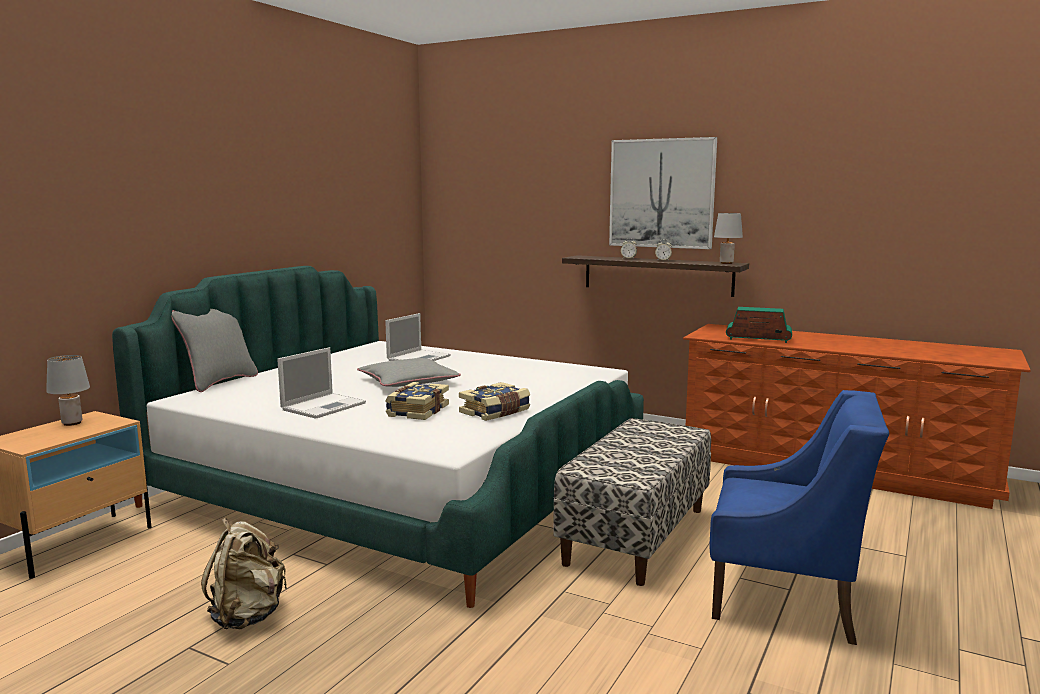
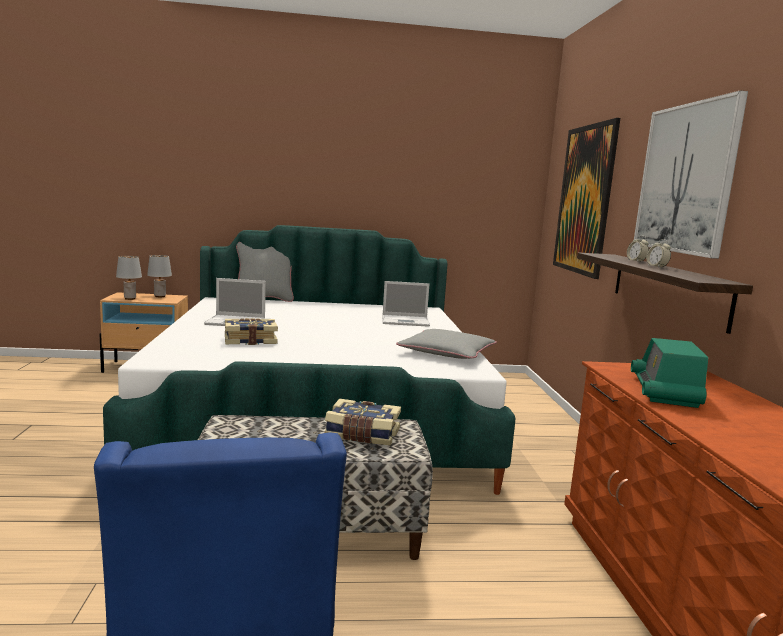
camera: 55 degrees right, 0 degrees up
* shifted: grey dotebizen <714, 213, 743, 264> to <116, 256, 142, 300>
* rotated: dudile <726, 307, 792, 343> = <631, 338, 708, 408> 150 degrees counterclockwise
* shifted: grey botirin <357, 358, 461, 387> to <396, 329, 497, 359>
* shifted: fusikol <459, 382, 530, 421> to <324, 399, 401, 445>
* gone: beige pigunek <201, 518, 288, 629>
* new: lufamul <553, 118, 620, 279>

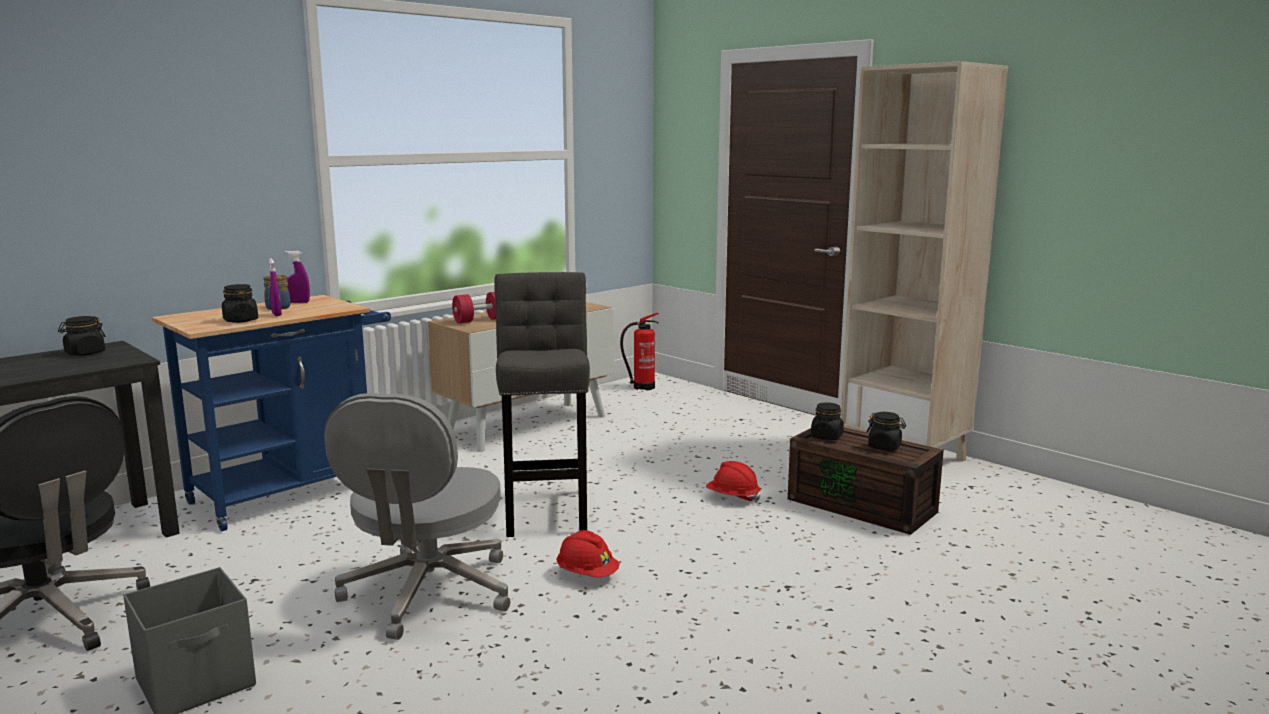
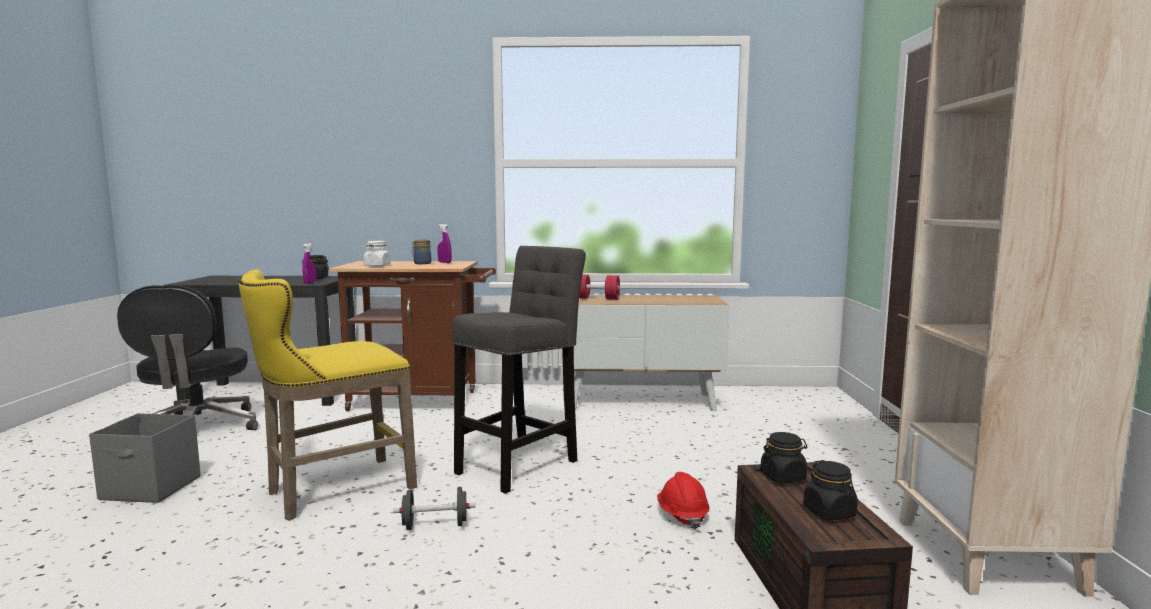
camera: 45 degrees right, 5 degrees down
* shifted: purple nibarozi <269, 258, 282, 316> to <302, 243, 317, 284>
* repainted: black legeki <222, 284, 258, 323> to white legeki <363, 241, 390, 267>
* repainted: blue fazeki <152, 295, 391, 531> to brown fazeki <329, 261, 496, 411>
* gone: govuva <620, 313, 659, 390>
* swapped: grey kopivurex <324, 393, 510, 640> to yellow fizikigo <239, 270, 417, 521>
* swapped: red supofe <556, 530, 620, 577> to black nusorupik <393, 487, 476, 530>

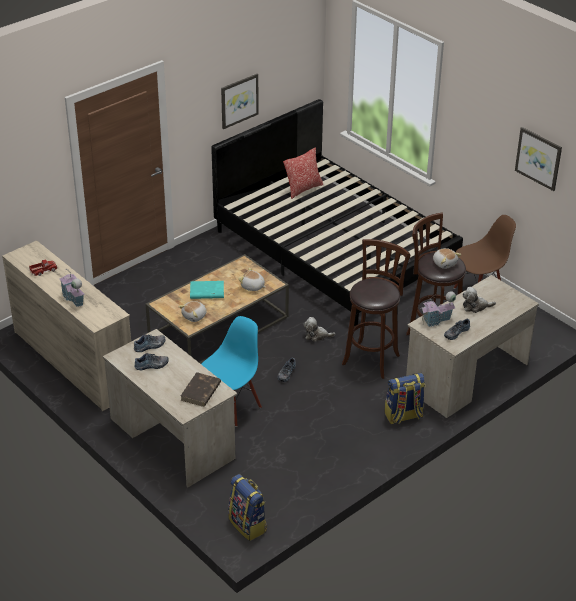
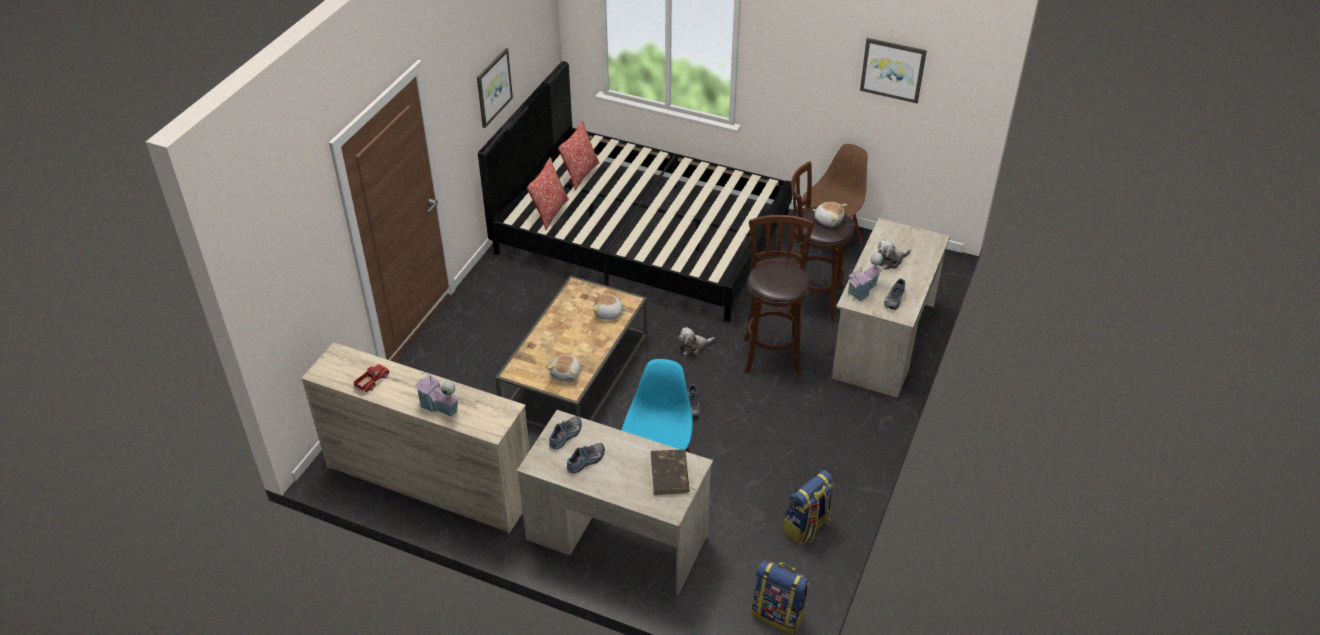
camera: 25 degrees left, 5 degrees up
* gone: turquoise fusikol <190, 281, 224, 299>
* shifted: pigunek <385, 373, 425, 424> to <783, 470, 834, 545>
* new: botirin <527, 157, 569, 230>

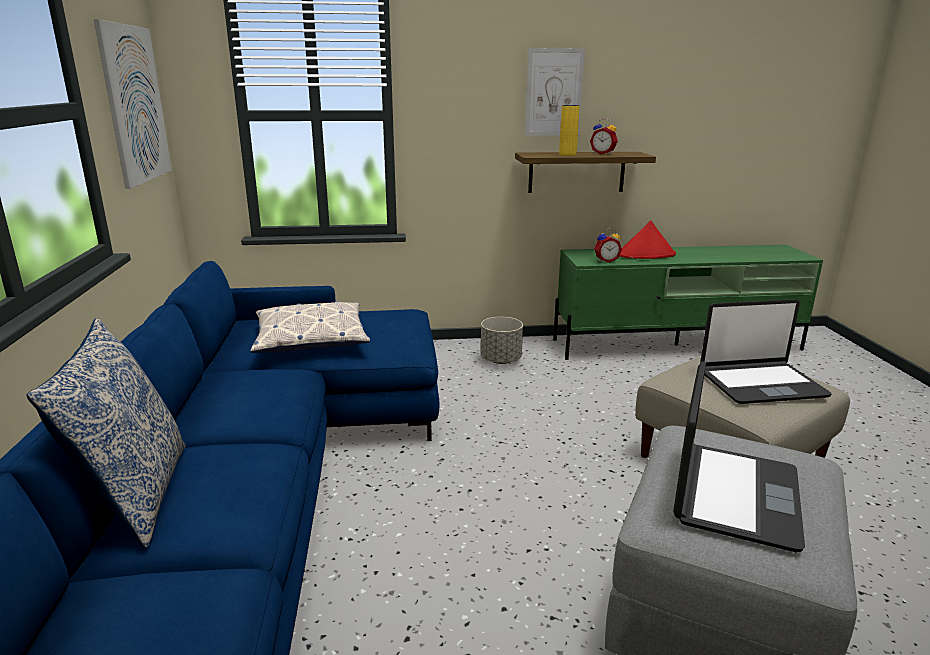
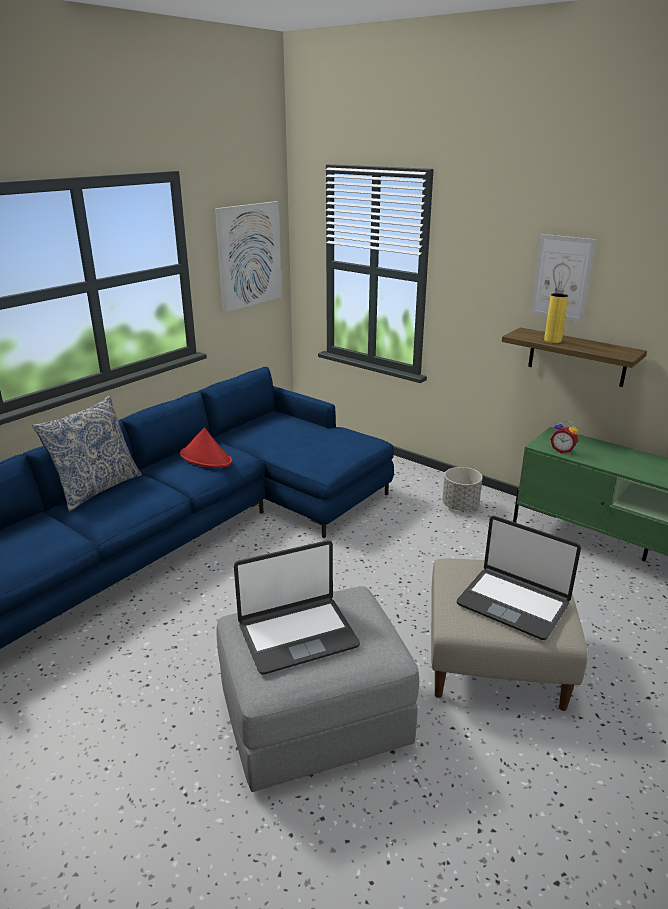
camera: 45 degrees right, 5 degrees up
* gone: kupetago <590, 118, 618, 155>
* shifted: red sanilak <619, 221, 676, 259> to <180, 428, 232, 468>
* gone: botirin <250, 301, 370, 353>

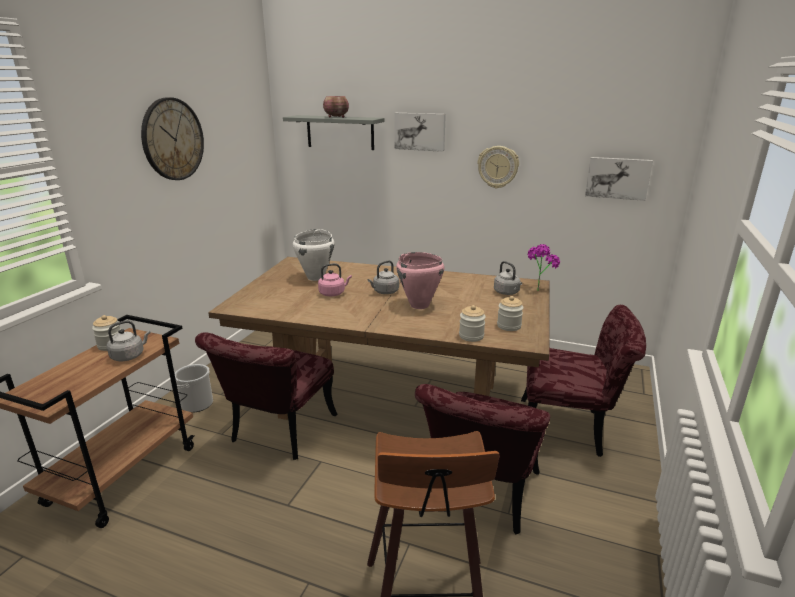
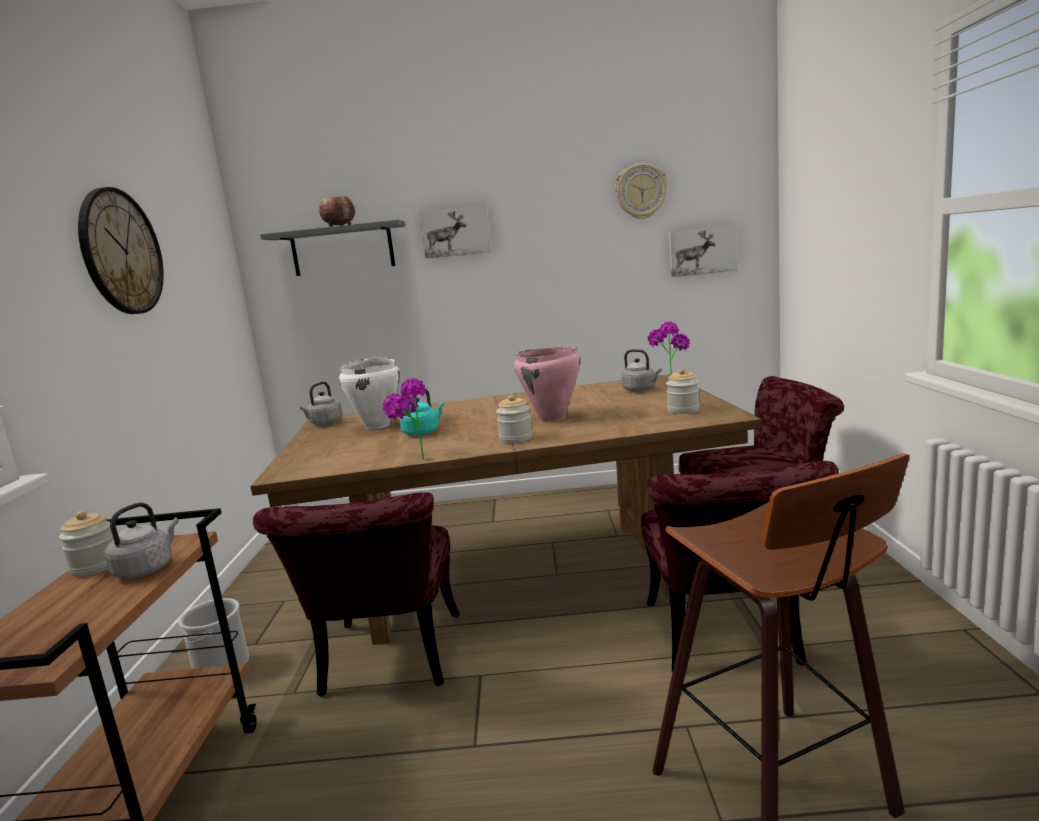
camera: 20 degrees left, 10 degrees down
* shifted: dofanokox <477, 146, 519, 189> to <615, 163, 668, 219>
* shifted: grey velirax <368, 260, 399, 294> to <300, 382, 343, 425>
* repainted: pink velirax <318, 263, 352, 296> to turquoise velirax <399, 388, 444, 436>
* shifted: legeki <459, 305, 486, 342> to <496, 394, 532, 443>
* new: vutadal <383, 378, 426, 459>

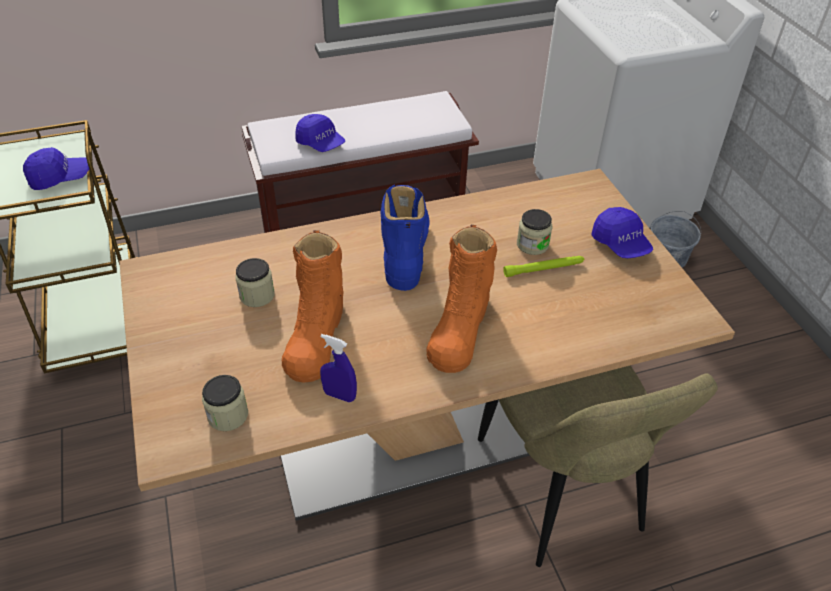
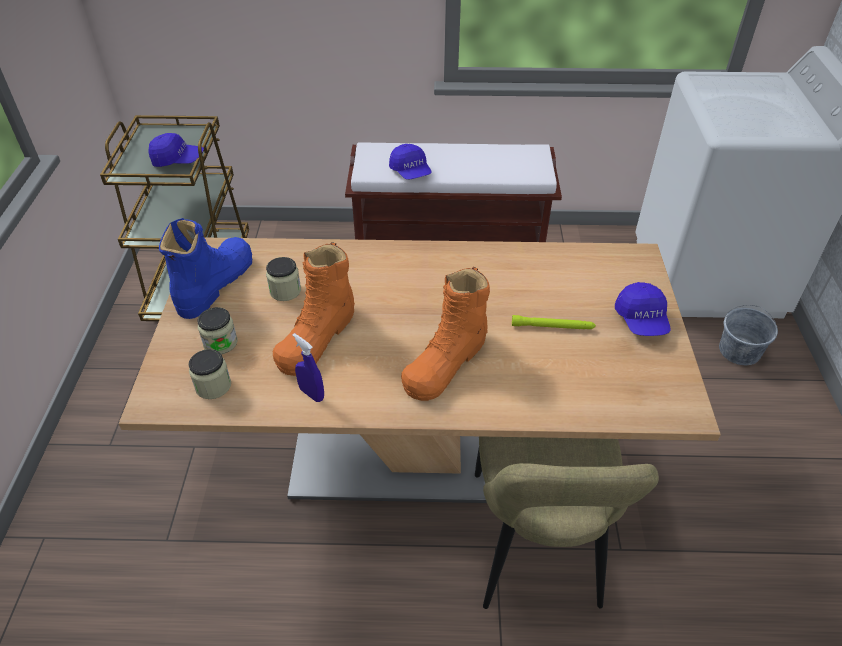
camera: 20 degrees right, 0 degrees up
* shifted: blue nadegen <380, 185, 430, 291> to <159, 218, 252, 319>
* shifted: legeki <517, 209, 552, 255> to <198, 307, 237, 354>

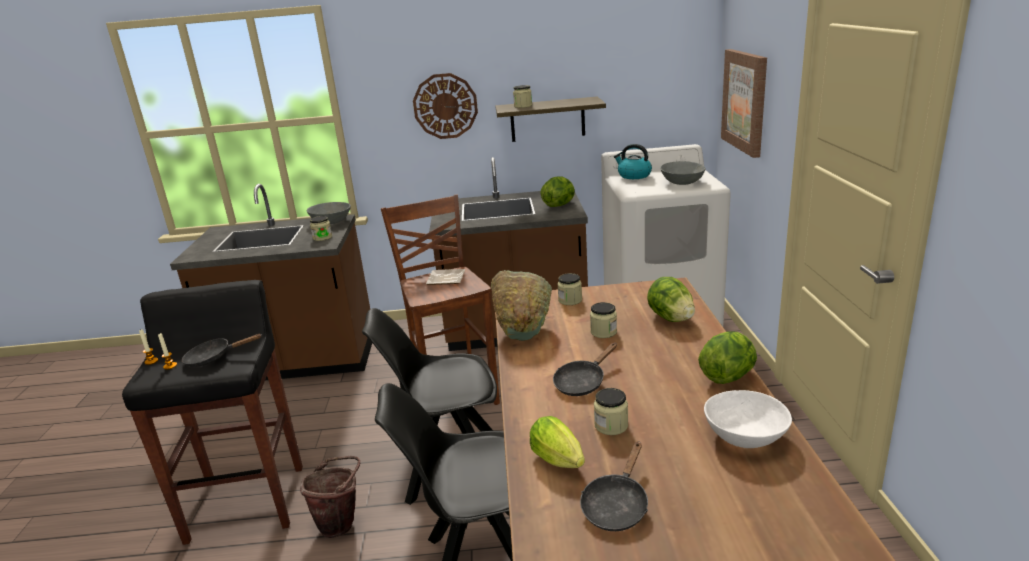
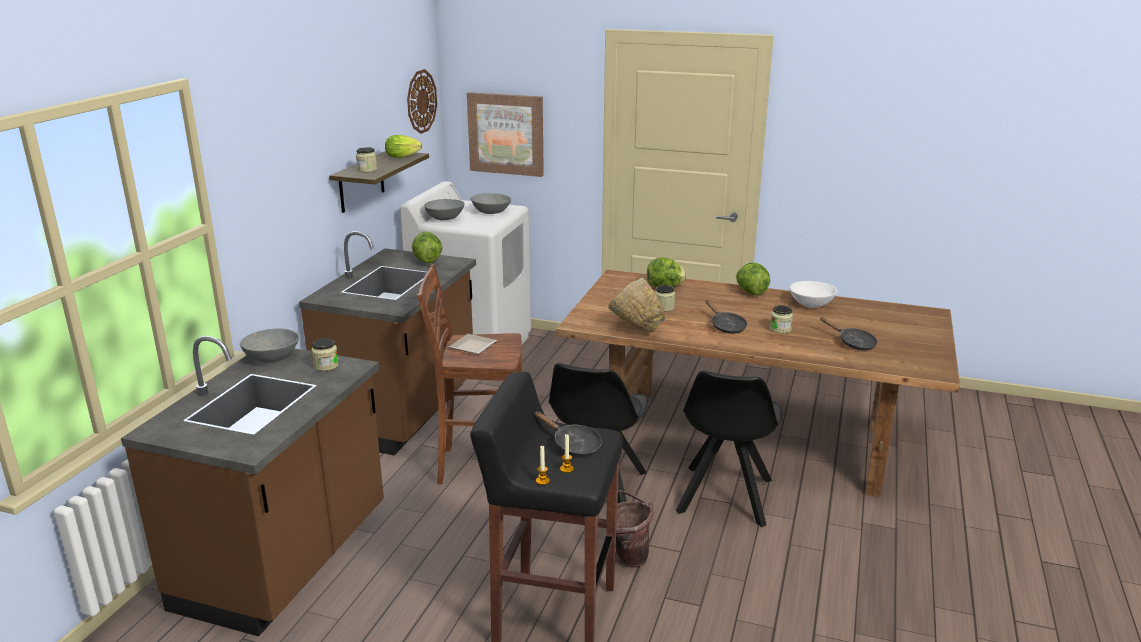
camera: 70 degrees left, 0 degrees up
* shifted: dofanokox <413, 73, 478, 139> to <407, 69, 437, 134>
* swapped: velirax <614, 144, 652, 179> to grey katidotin <424, 199, 465, 220>
* gone: legeki <557, 273, 582, 305>
* rotated: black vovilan <182, 334, 261, 367> = <534, 412, 602, 456> 60 degrees counterclockwise
* shifted: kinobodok <530, 416, 585, 468> to <385, 135, 422, 158>

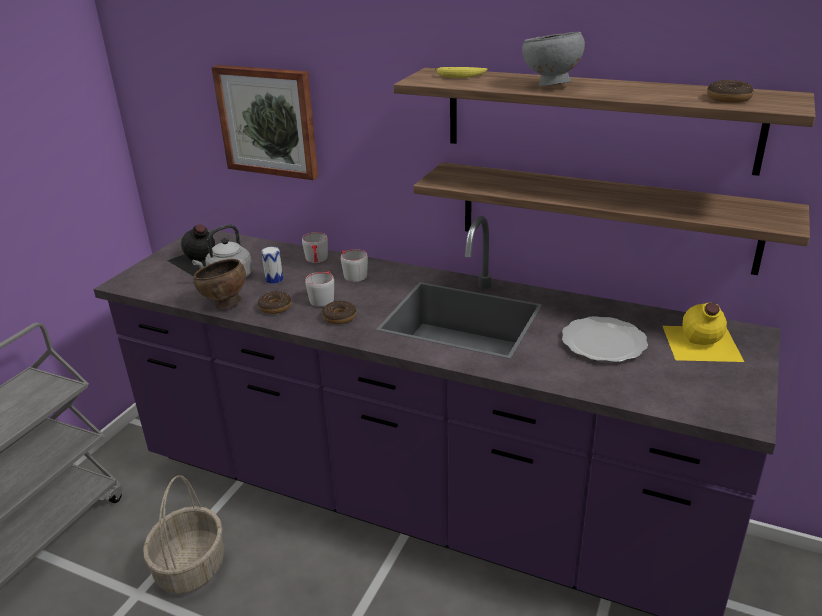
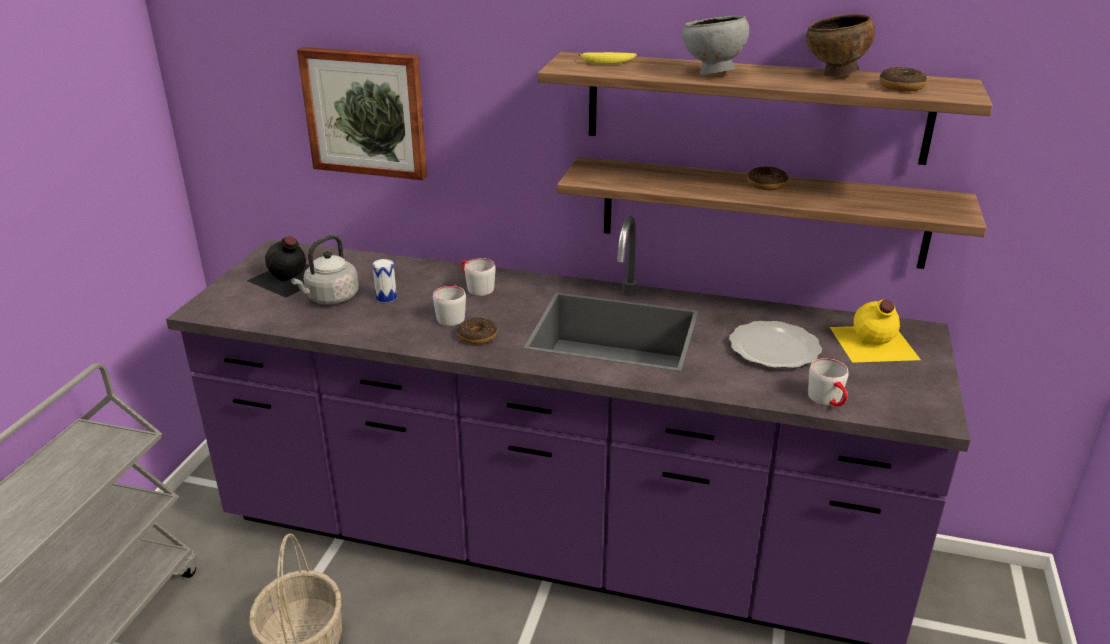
camera: 10 degrees left, 0 degrees up
* shifted: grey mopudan <302, 232, 328, 263> to <808, 358, 848, 406>
* shifted: brown katidotin <194, 259, 246, 309> to <806, 14, 875, 77>
* shifted: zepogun <258, 291, 292, 314> to <747, 166, 788, 190>

